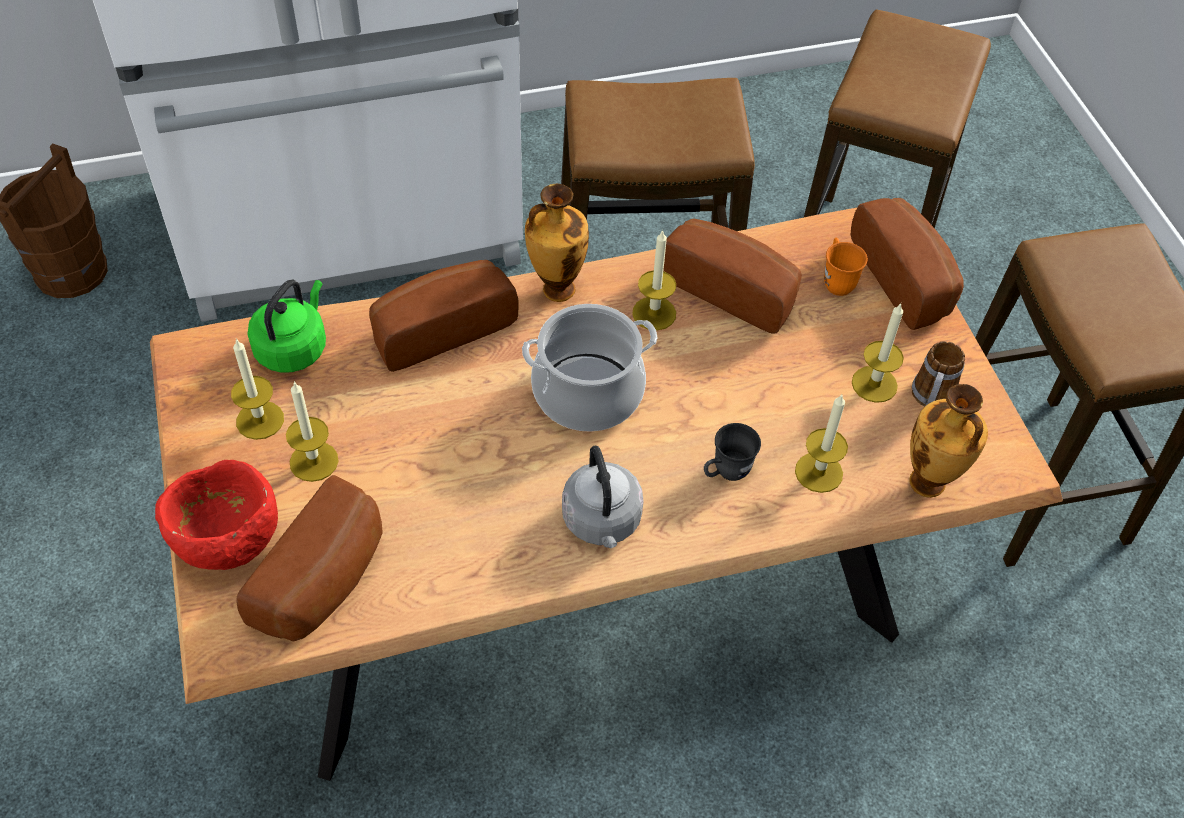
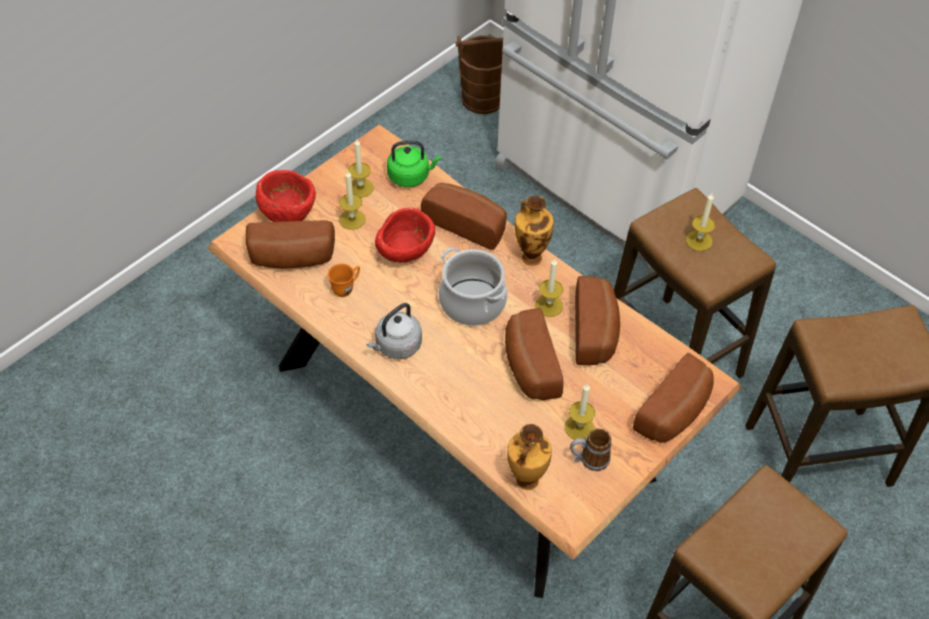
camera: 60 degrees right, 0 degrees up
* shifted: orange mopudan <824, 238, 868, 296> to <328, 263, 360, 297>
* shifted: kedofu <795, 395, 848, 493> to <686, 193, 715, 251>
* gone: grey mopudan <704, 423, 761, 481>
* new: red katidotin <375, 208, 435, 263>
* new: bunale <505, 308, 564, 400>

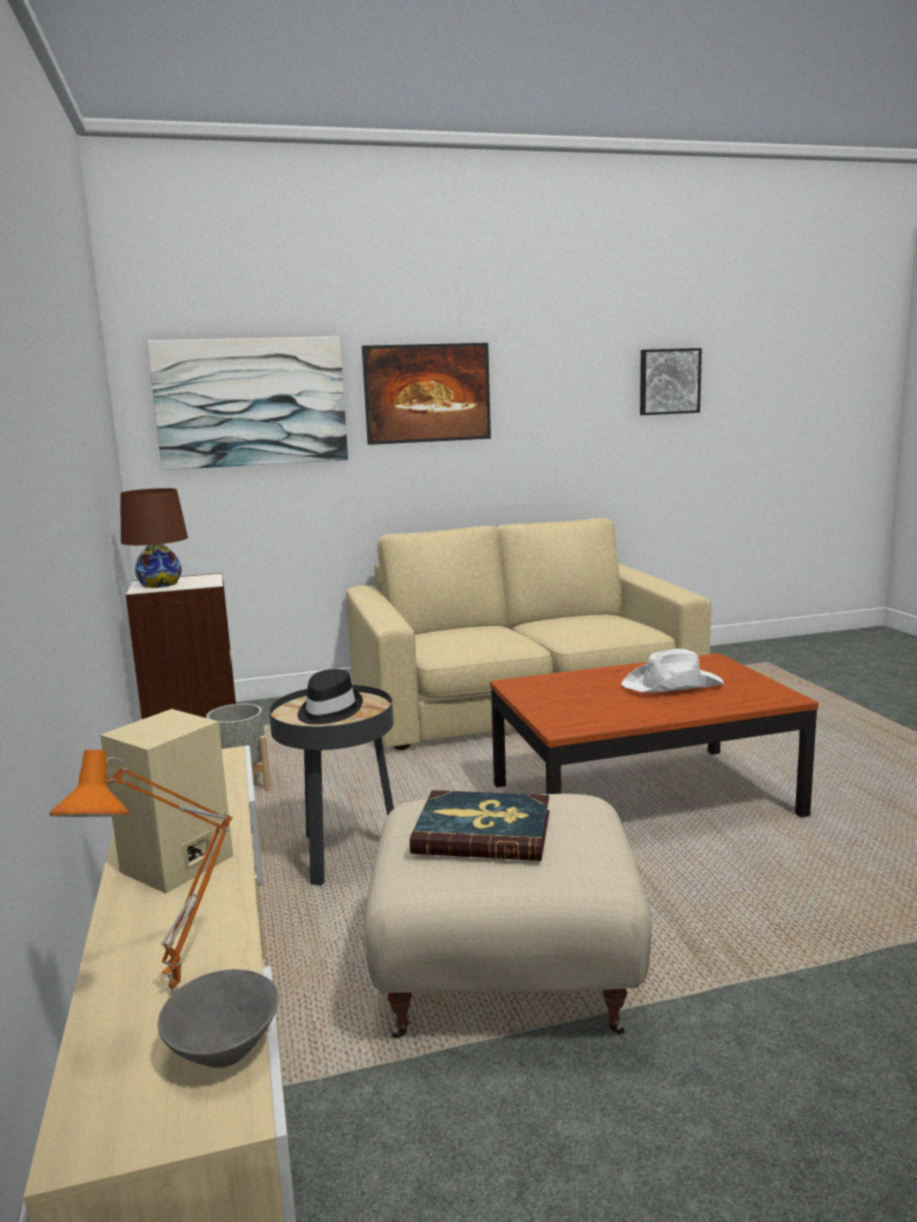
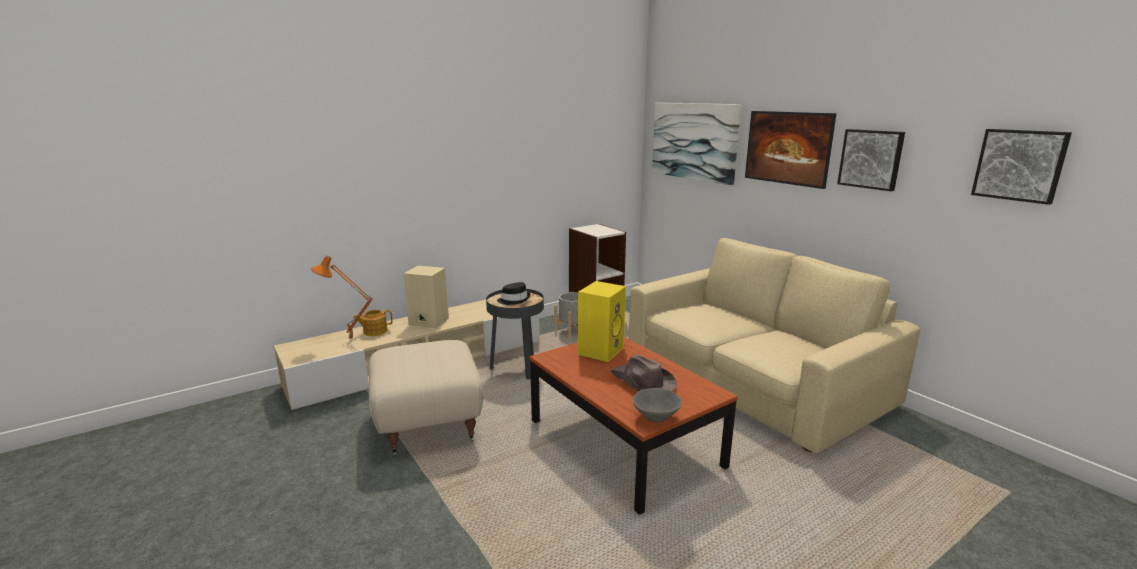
camera: 70 degrees right, 5 degrees up
* gone: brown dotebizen <120, 488, 188, 588>
* repainted: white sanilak <621, 649, 724, 693> to brown sanilak <610, 355, 677, 392>
* gone: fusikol <410, 790, 550, 861>
* shifted: grey katidotin <158, 969, 279, 1068> to <633, 388, 682, 423>
* new: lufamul <837, 129, 905, 191>
* new: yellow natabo <578, 281, 626, 362>
* new: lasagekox <353, 310, 393, 336>

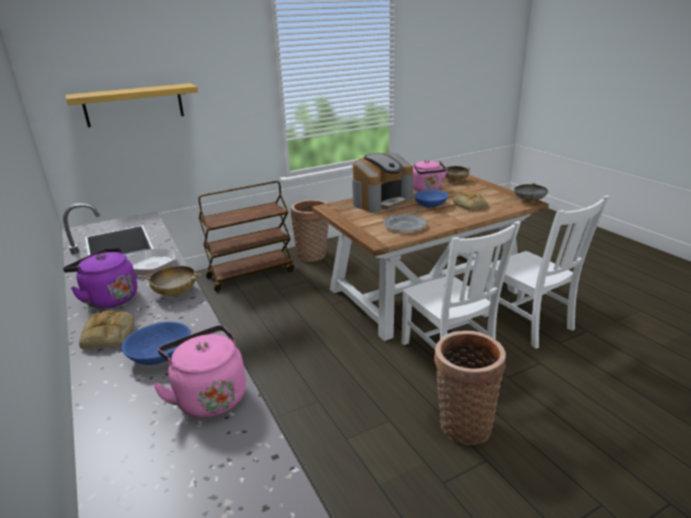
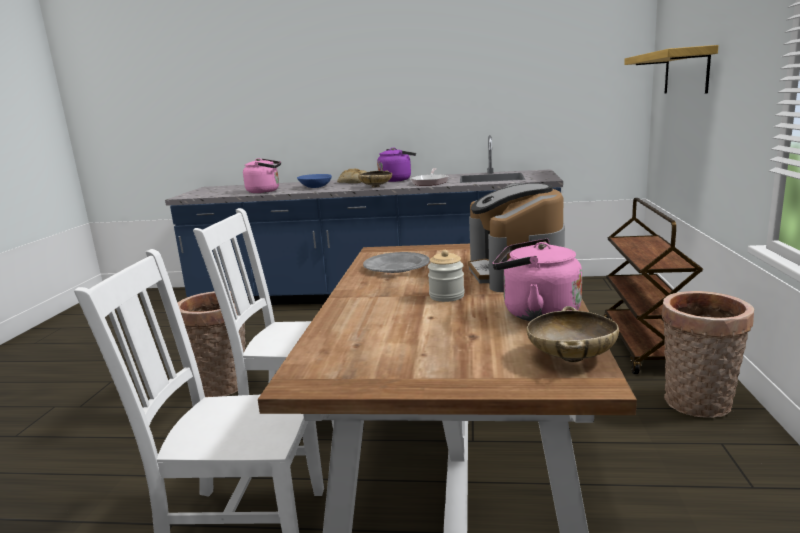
camera: 125 degrees right, 10 degrees down
* gone: grey katidotin <514, 183, 548, 202>
* swapped: blue katidotin <414, 190, 449, 207> to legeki <428, 250, 465, 302>
* gone: bunale <453, 191, 488, 210>

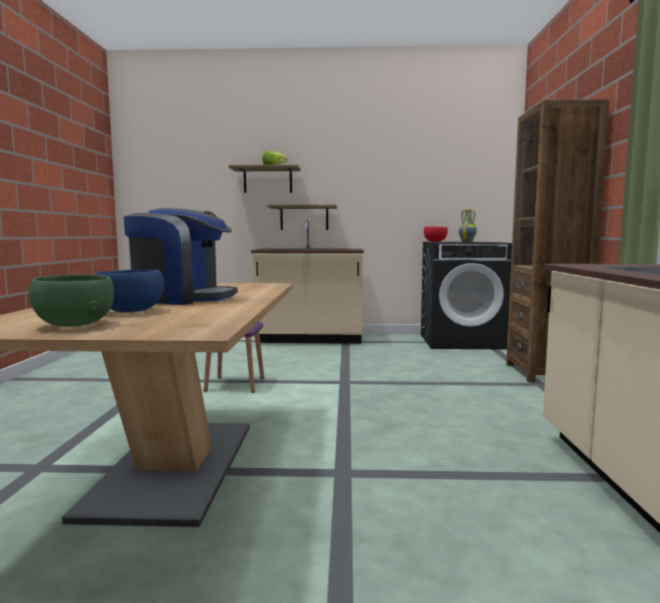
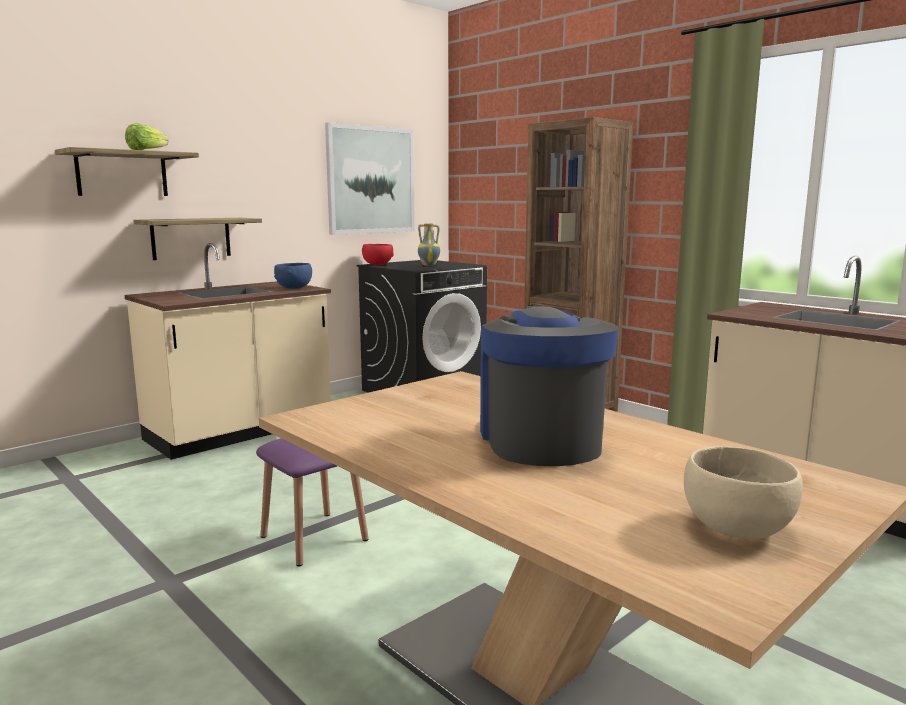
camera: 45 degrees left, 5 degrees up
* rotated: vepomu <124, 208, 238, 305> = <480, 305, 619, 466> 60 degrees counterclockwise
* shifted: blue katidotin <96, 269, 164, 313> to <274, 263, 312, 289>
* repainted: green katidotin <29, 275, 114, 327> to beige katidotin <684, 446, 803, 539>
* new: lufamul <325, 122, 415, 235>

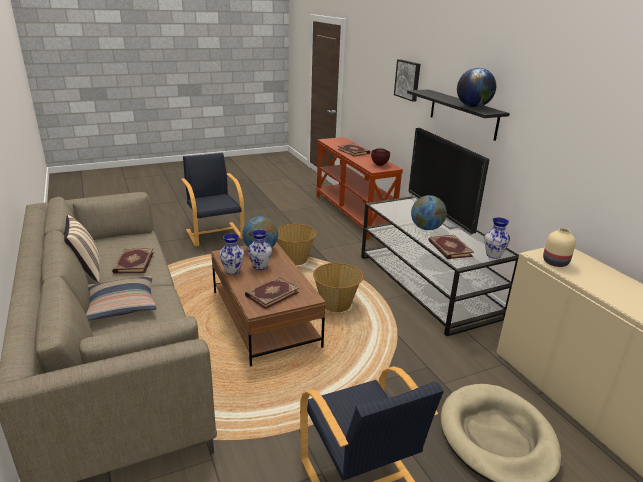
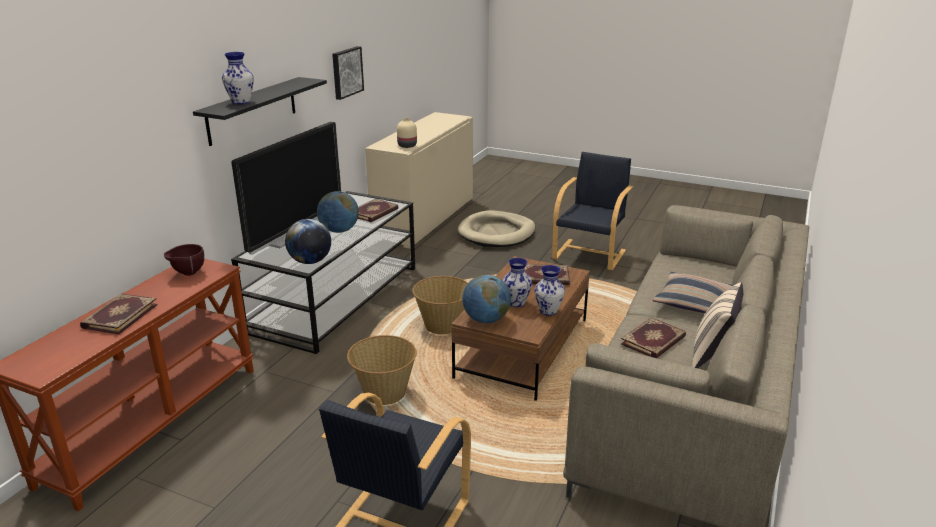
camera: 130 degrees left, 0 degrees up
* shifted: lufamul <394, 59, 420, 102> to <332, 46, 364, 100>
* shifted: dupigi <457, 68, 496, 108> to <285, 219, 331, 264>
* shifted: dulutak <484, 217, 510, 259> to <222, 52, 254, 104>

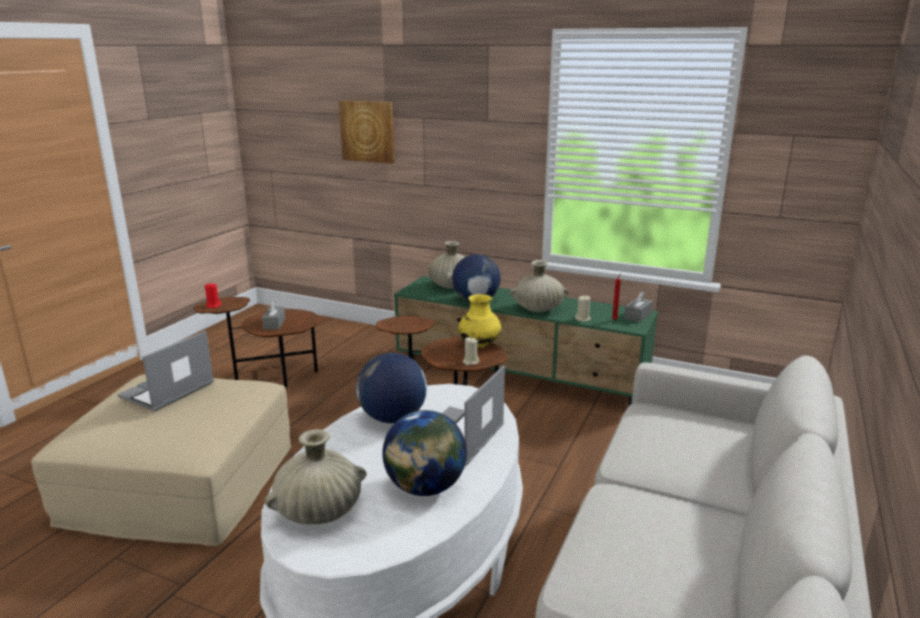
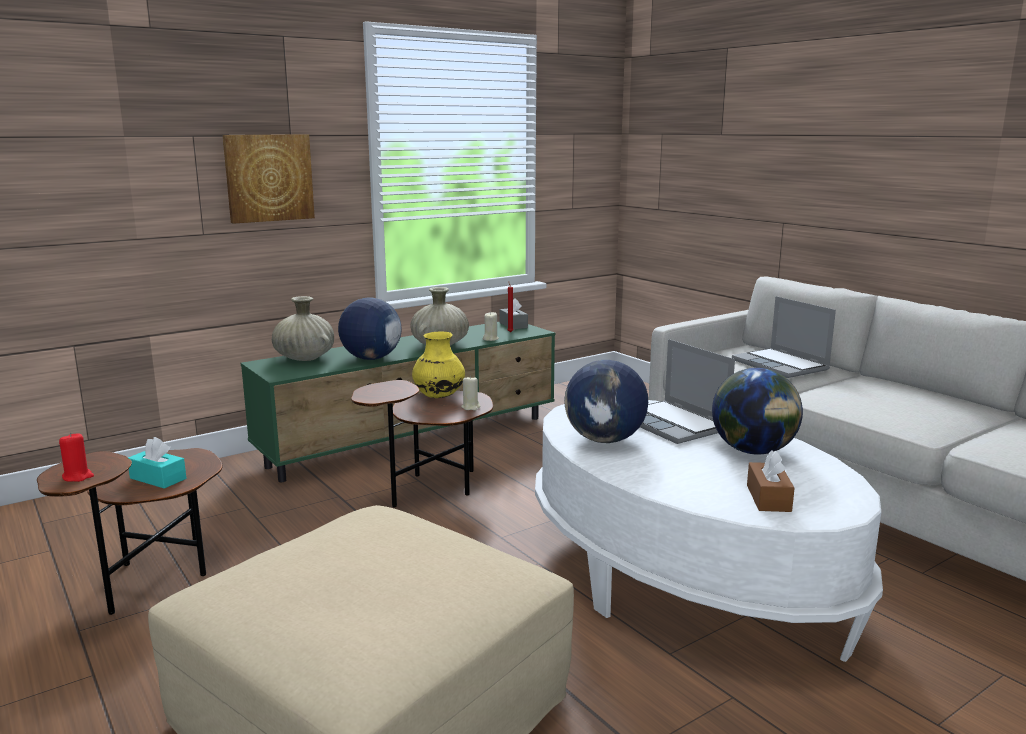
camera: 60 degrees left, 5 degrees down
* shifted: lufamul <339, 100, 395, 164> to <223, 134, 315, 224>
* repainted: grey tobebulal <262, 300, 285, 330> to turquoise tobebulal <128, 437, 186, 489>
* shifted: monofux <118, 331, 214, 411> to <732, 296, 836, 378>
* swapped: beige dulutak <265, 429, 366, 525> to brown tobebulal <747, 450, 795, 512>

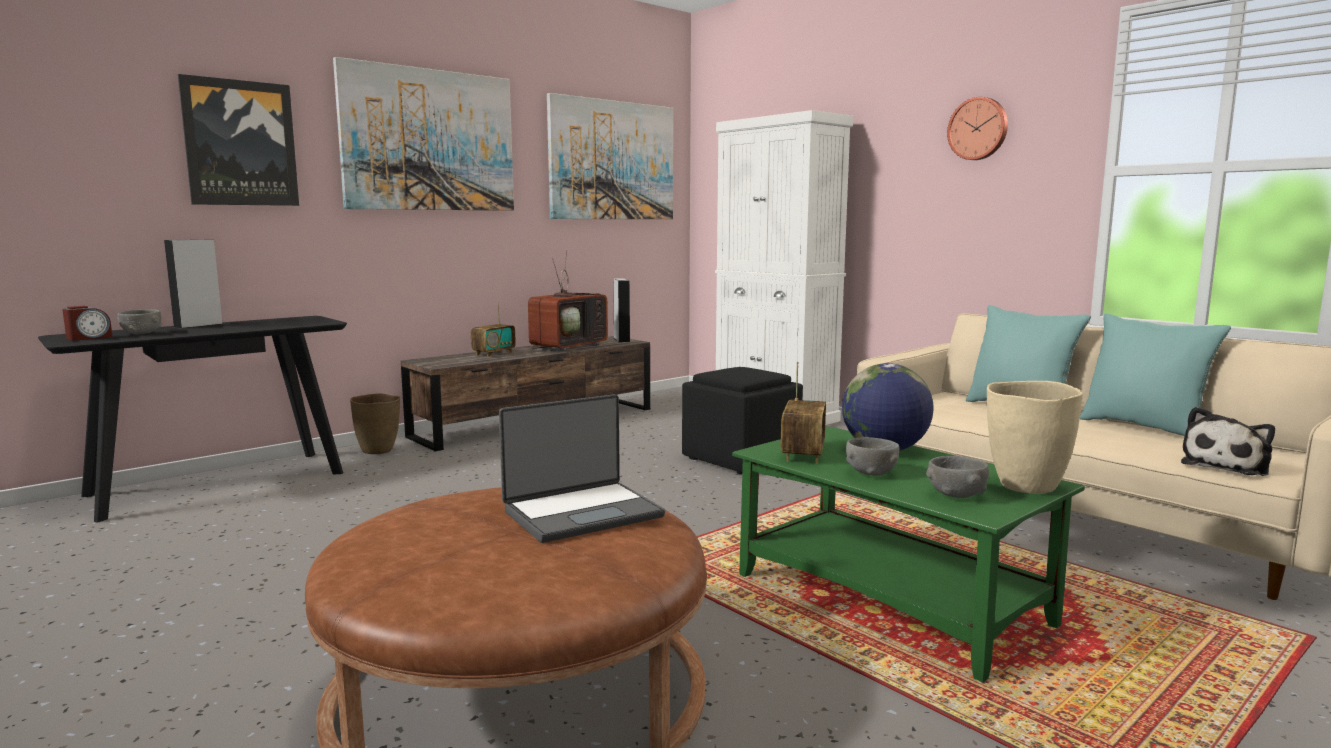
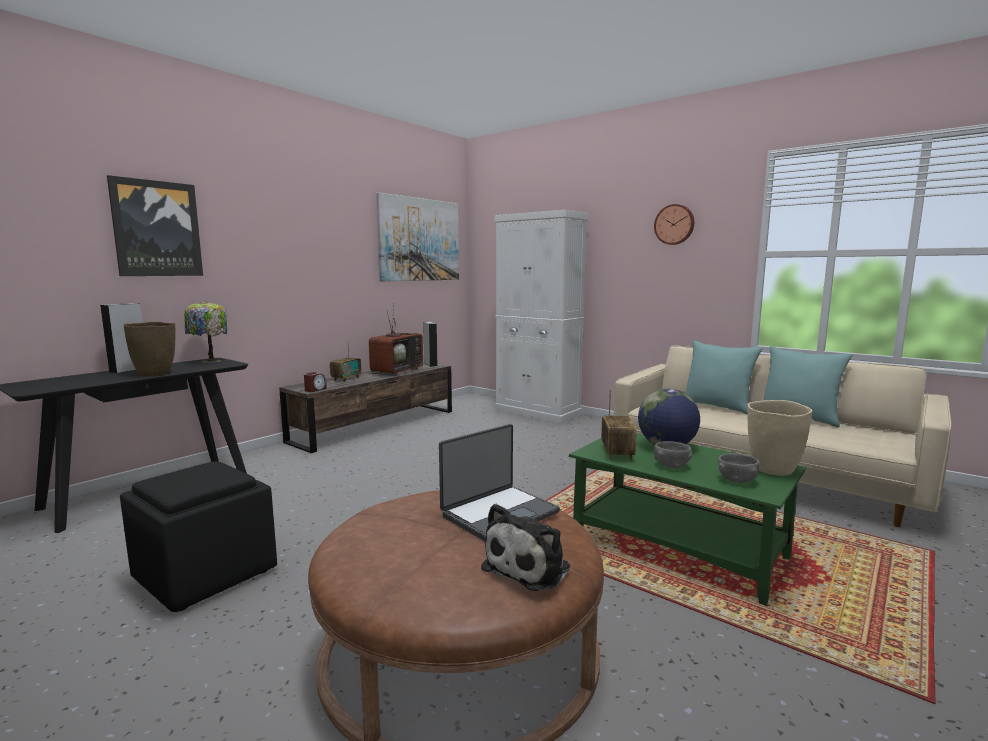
camera: 10 degrees left, 0 degrees up
* gone: lufamul <333, 57, 514, 211>
* shifted: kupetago <62, 306, 113, 341> to <304, 372, 327, 392>
* gone: grey katidotin <117, 309, 162, 334>
* shifted: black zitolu <682, 367, 803, 474> to <120, 461, 277, 612>
* shifted: brown dulutak <350, 393, 400, 454> to <124, 322, 175, 376>
* shifted: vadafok <1181, 407, 1275, 476> to <481, 503, 570, 591>
* new: dotebizen <184, 301, 227, 363>

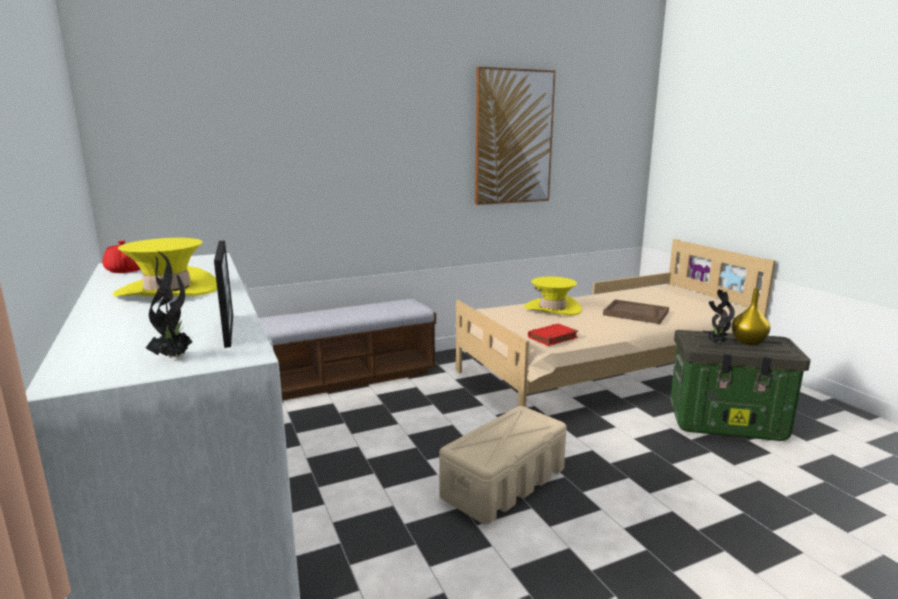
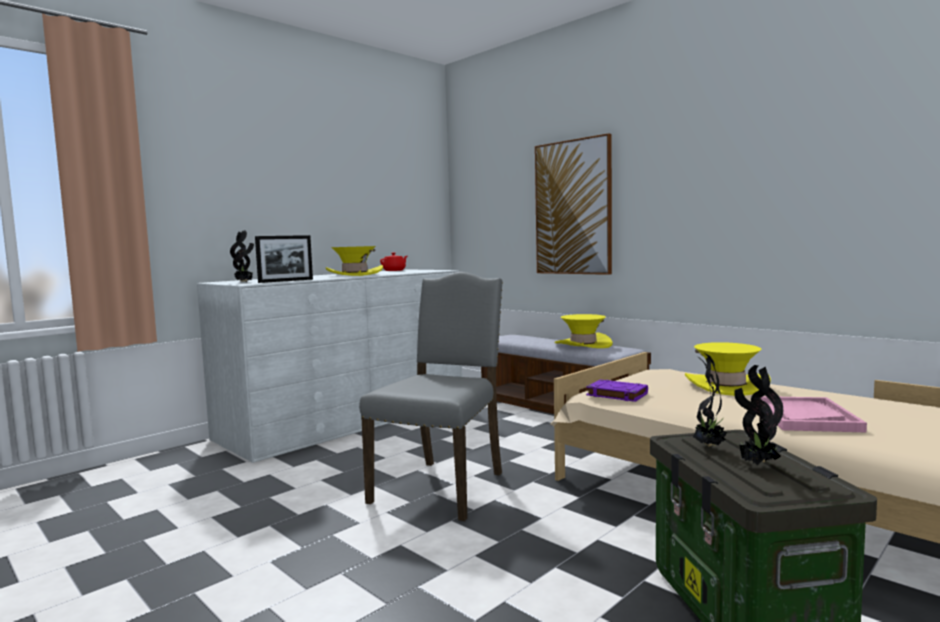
camera: 70 degrees right, 10 degrees down
* shifted: lufamul <475, 67, 555, 205> to <535, 133, 612, 275>
* swapped: yellow dulutak <732, 288, 770, 346> to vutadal <734, 365, 783, 466>
* repainted: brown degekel <603, 299, 669, 324> to pink degekel <761, 396, 867, 432>
* repainted: red fusikol <528, 324, 578, 346> to purple fusikol <586, 380, 648, 402>
* swapped: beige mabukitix <439, 406, 567, 524> to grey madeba <359, 272, 503, 521>
* new: yellow sanilak <555, 314, 613, 348>

